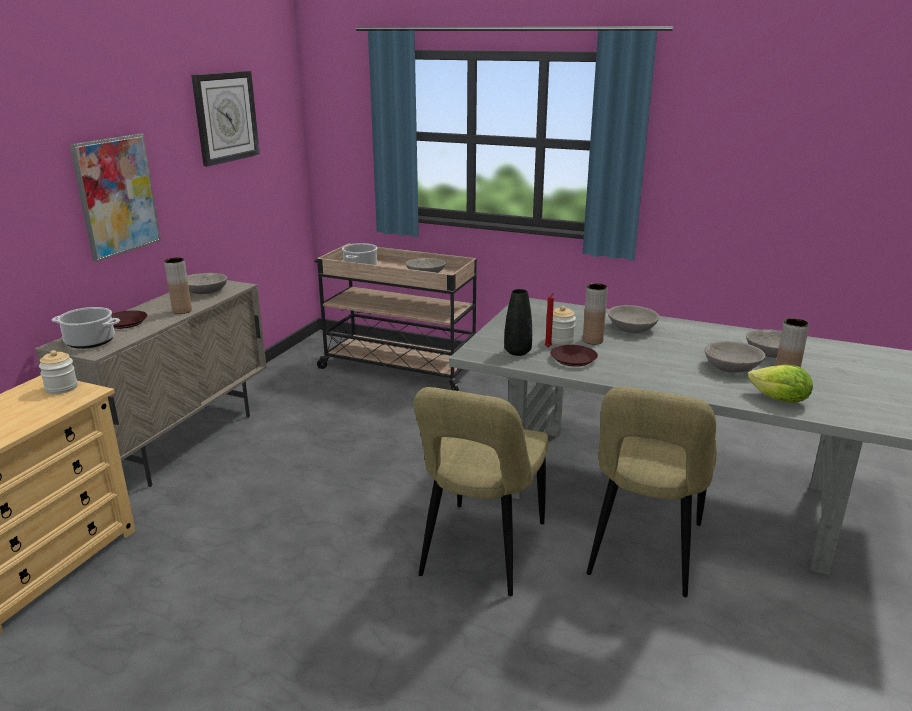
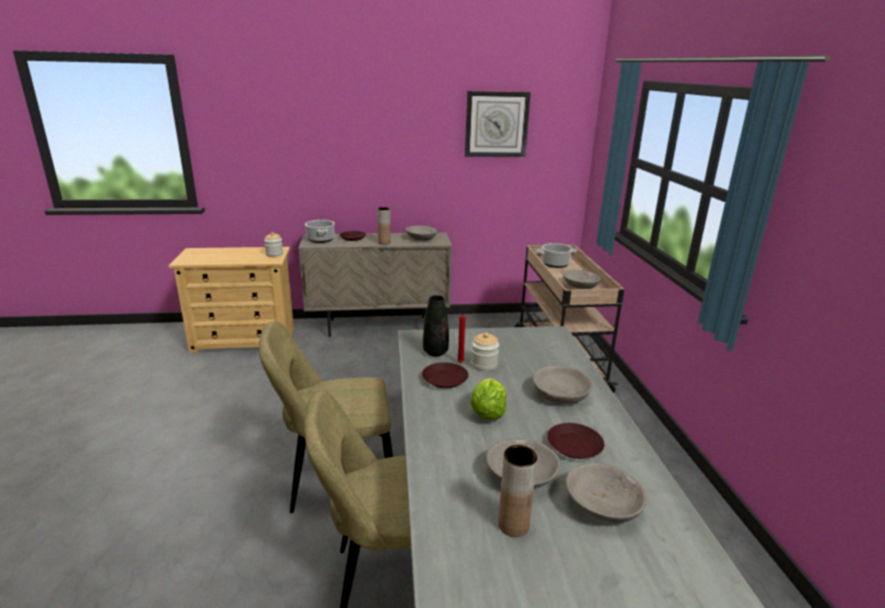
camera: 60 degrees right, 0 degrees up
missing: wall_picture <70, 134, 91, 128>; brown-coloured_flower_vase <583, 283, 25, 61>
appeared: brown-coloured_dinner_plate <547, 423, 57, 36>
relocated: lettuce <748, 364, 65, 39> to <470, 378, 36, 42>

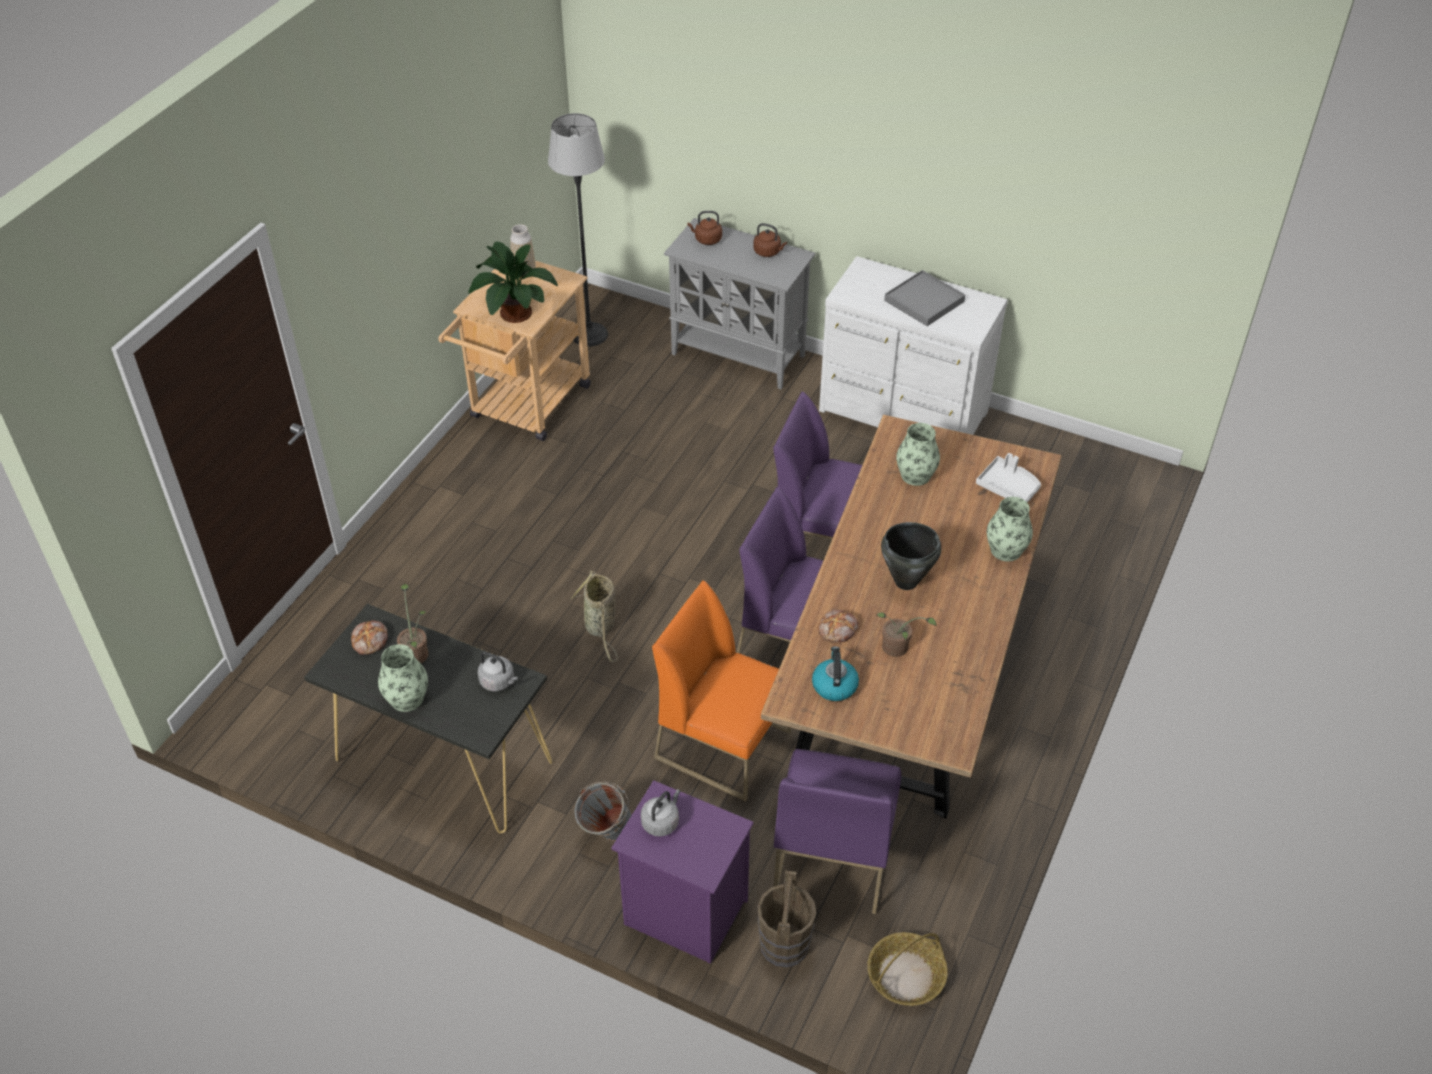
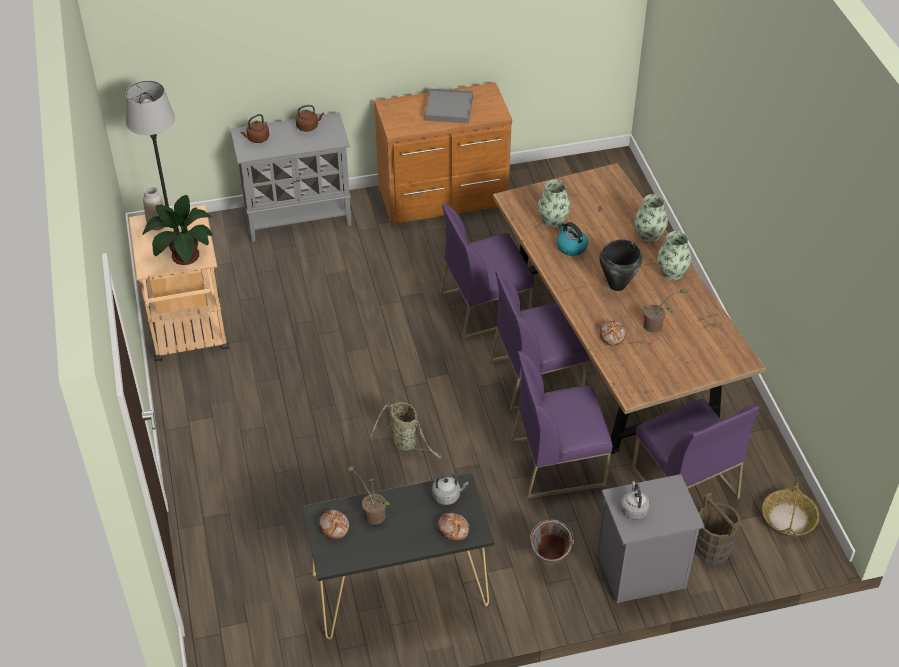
camera: 40 degrees left, 0 degrees up
missing: whitish_carrying_tray <976, 453, 65, 50>
appeared: baked_bread <437, 513, 32, 28>
relocated: water_kettle <812, 646, 47, 55> to <557, 222, 31, 34>; flower_vase <378, 644, 50, 68> to <657, 231, 34, 49>
colour: whitish_dresser <819, 256, 189, 179> to brown-coloured_dresser <374, 82, 138, 144>; orange-coloured_plain_chair <652, 580, 140, 221> to purple-coloured_plain_chair <511, 351, 101, 148>; purple-coloured_bedside_table <611, 780, 143, 184> to gray_bedside_table <596, 474, 109, 129>

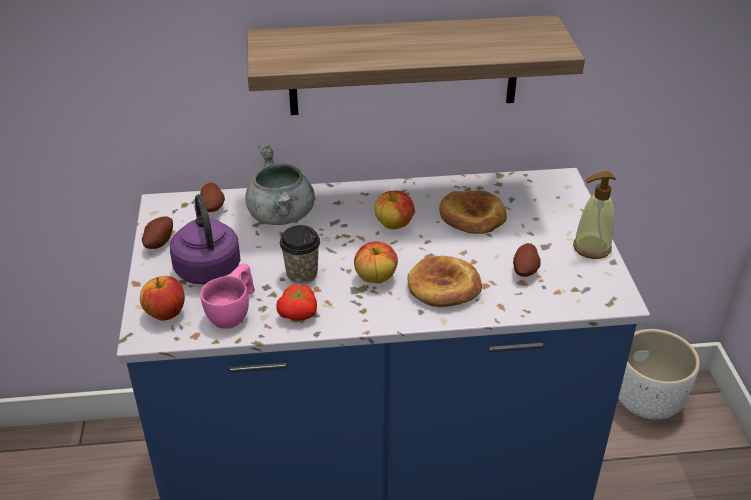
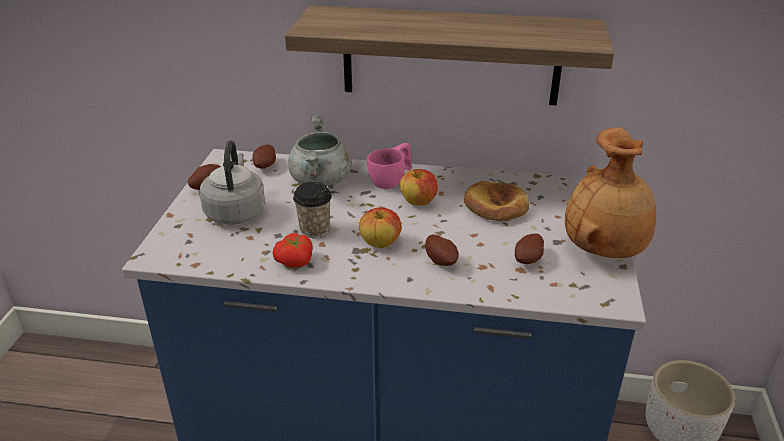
camera: 15 degrees right, 5 degrees down
missing: whole_apple <140, 276, 45, 45>
relocated: pinkish_cup <200, 264, 55, 65> to <367, 143, 45, 46>
exchanged: baked_bread <408, 256, 74, 51> to whole_potato <425, 234, 34, 32>; liquid_soap_bottle <573, 171, 43, 88> to brown-coloured_flower_vase <565, 127, 91, 131>
colour: purple-coloured_water_kettle <170, 194, 70, 90> to gray_water_kettle <200, 140, 65, 84>

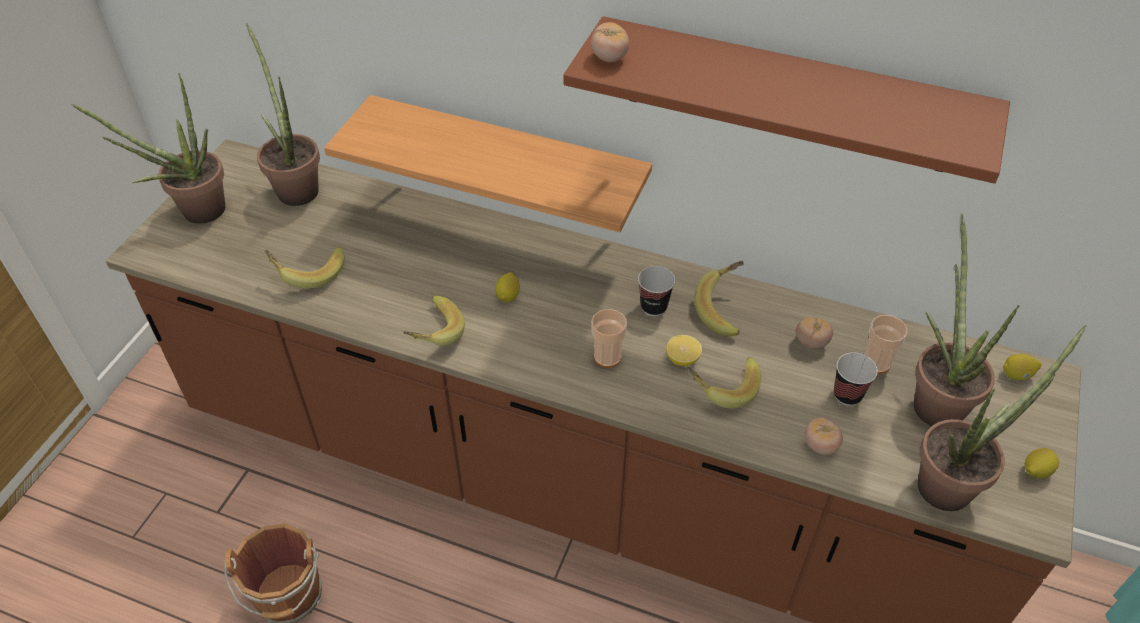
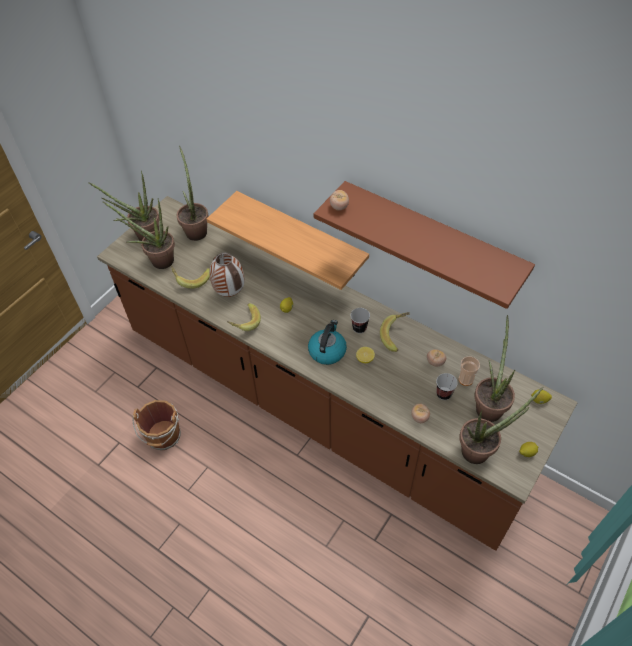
camera: 15 degrees right, 5 degrees up
missing: banana_fruit <687, 357, 74, 52>
appeared: plant_in_a_pot <102, 199, 73, 70>; flower_vase <209, 252, 36, 45>
exchanged: cup <591, 309, 36, 59> to water_kettle <308, 320, 39, 45>

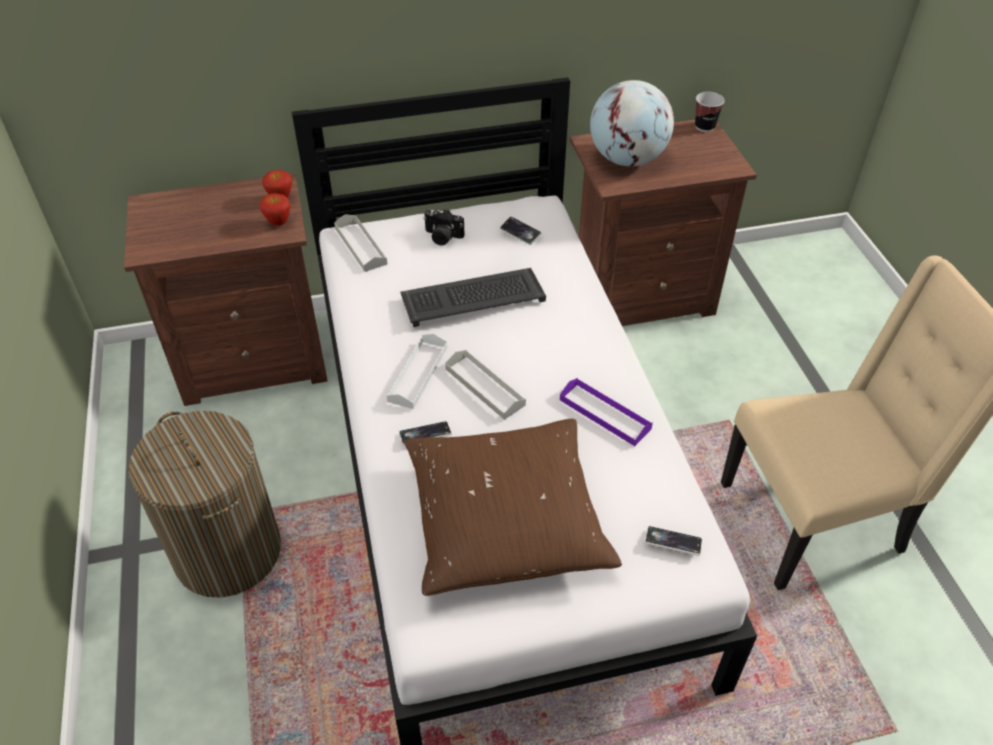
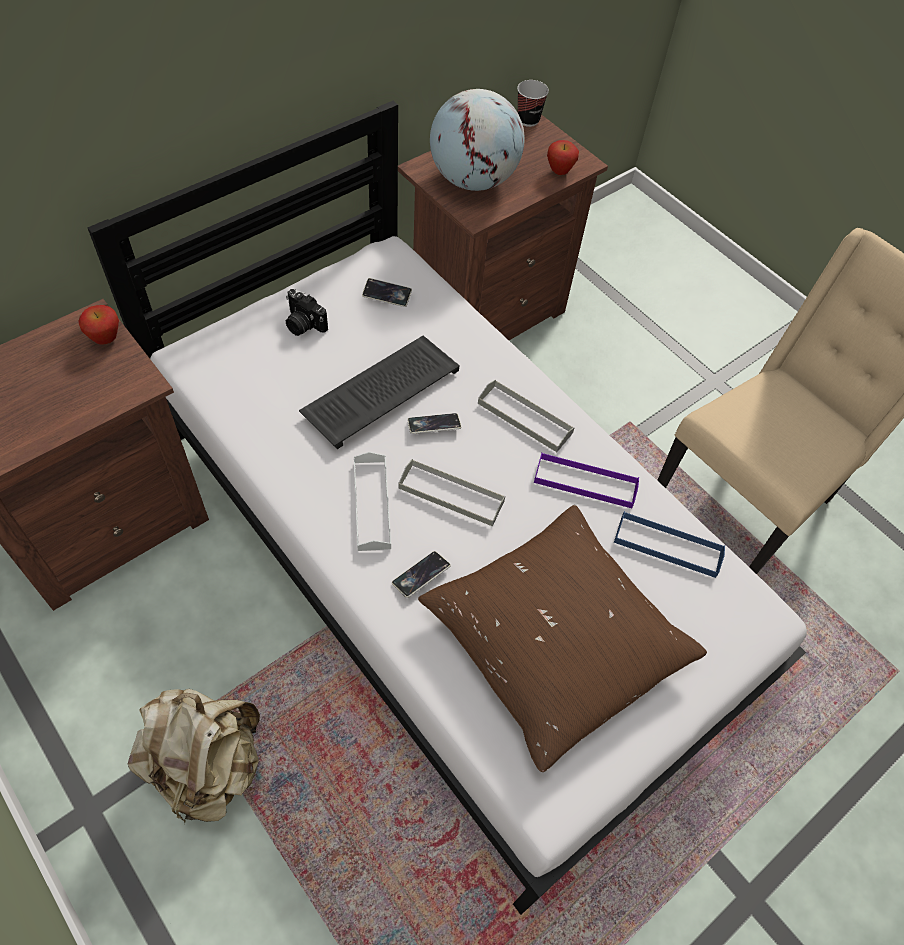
camera: 30 degrees left, 10 degrees up
appeared: bluish_carrying_tray <614, 511, 111, 67>
relocated: handset <645, 526, 57, 30> to <407, 413, 55, 21>; gray_carrying_tray <334, 214, 53, 58> to <478, 379, 97, 73>; whole_apple <260, 193, 30, 33> to <547, 140, 32, 35>
exchanged: hamper <128, 411, 153, 187> to sand-coloured_rucksack <128, 689, 132, 135>
spun: photo_camera <423, 209, 42, 36> = <286, 289, 42, 47> 45 degrees clockwise

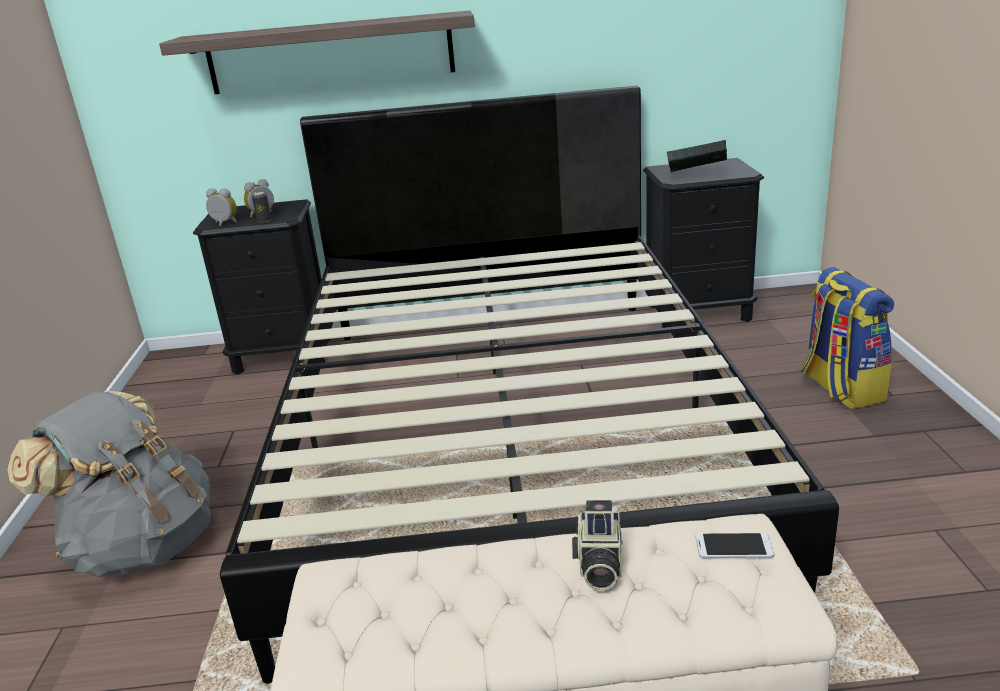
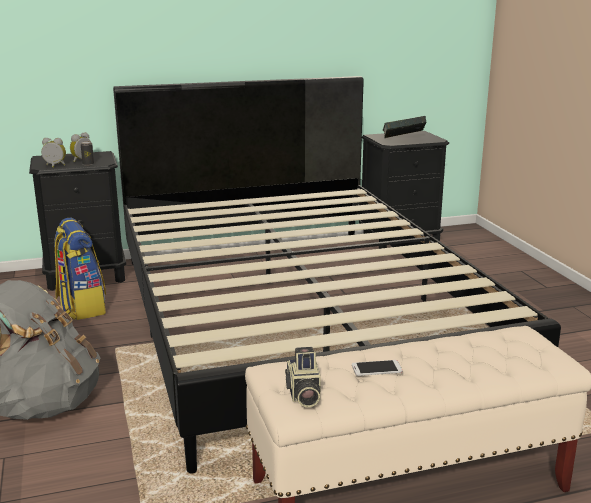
camera: 15 degrees left, 5 degrees down
missing: bracket_shelf <159, 10, 316, 84>
relocated: rucksack <801, 267, 93, 142> to <54, 218, 52, 102>; photo_camera <572, 500, 51, 91> to <285, 347, 36, 60>; handset <696, 533, 78, 25> to <352, 360, 51, 16>

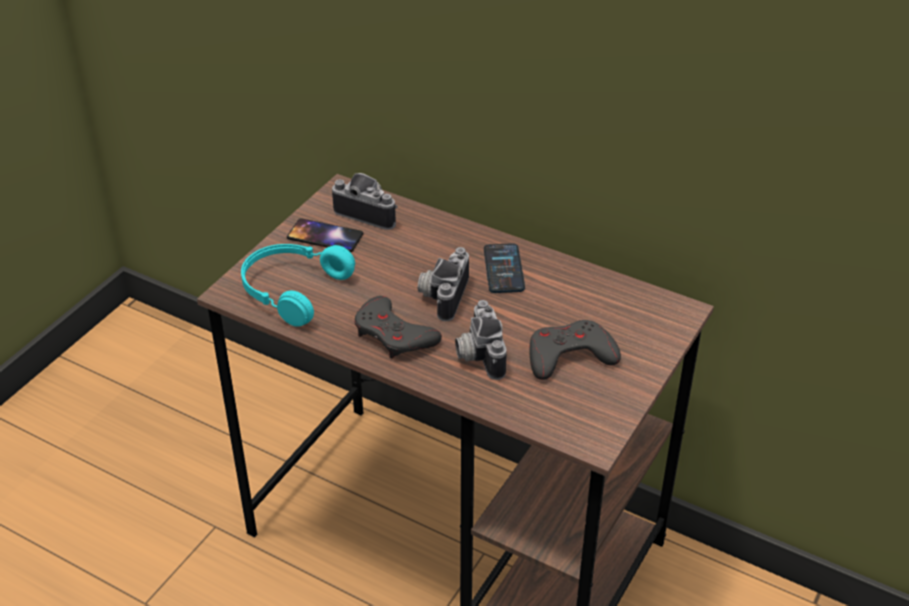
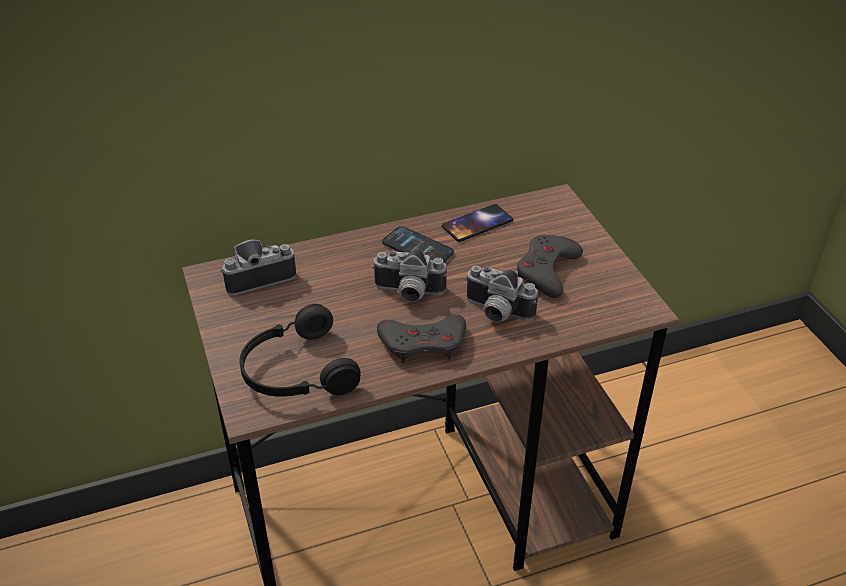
camera: 50 degrees left, 0 degrees up
relocated: handset <287, 218, 77, 34> to <442, 204, 71, 38>
colour: turquoise_pair_of_headphones <241, 244, 114, 83> to black-coloured_pair_of_headphones <239, 304, 122, 93>
spun: photo_camera <418, 247, 51, 74> = <372, 249, 75, 53> 45 degrees counterclockwise

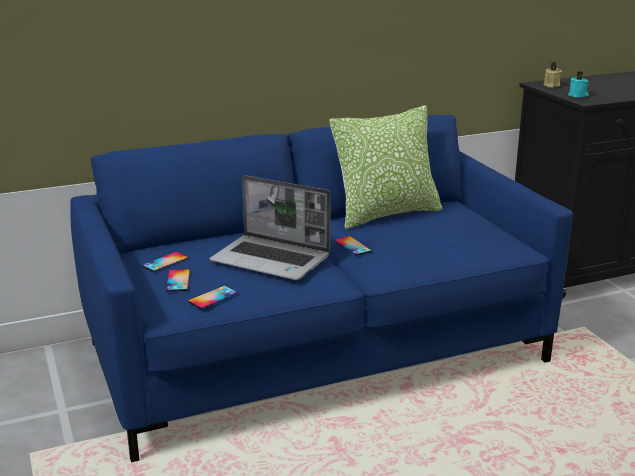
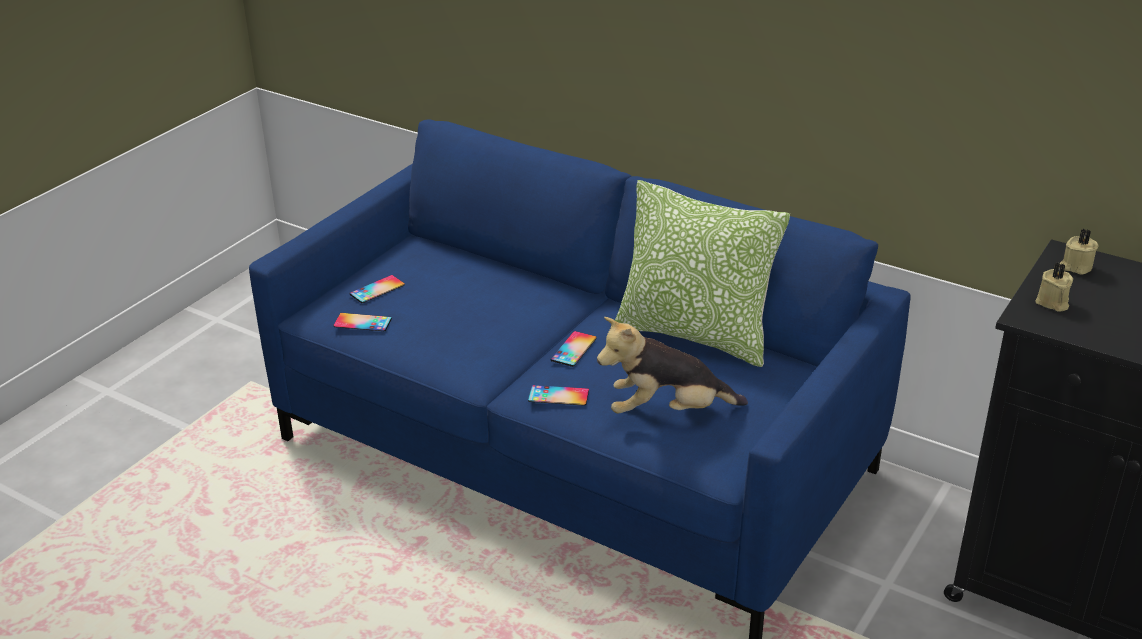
camera: 55 degrees right, 10 degrees up
missing: portable_computer <209, 175, 122, 105>
appeared: soft_toy <597, 317, 151, 97>
relocated: handset <142, 252, 46, 20> to <528, 385, 61, 21>
colour: turquoise_wax_candle <568, 71, 21, 27> to sand-coloured_wax_candle <1035, 263, 38, 49>

